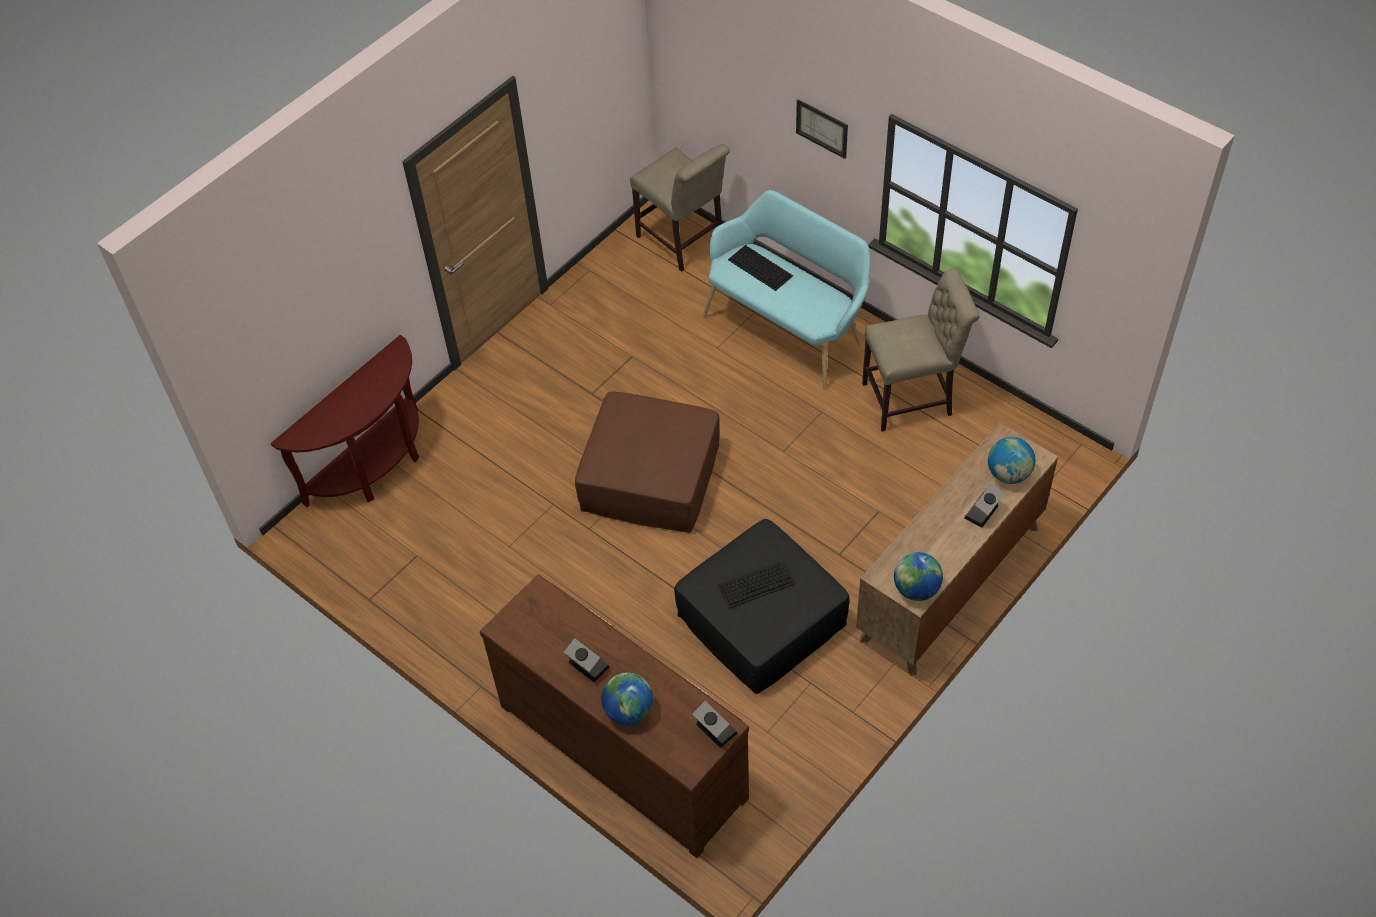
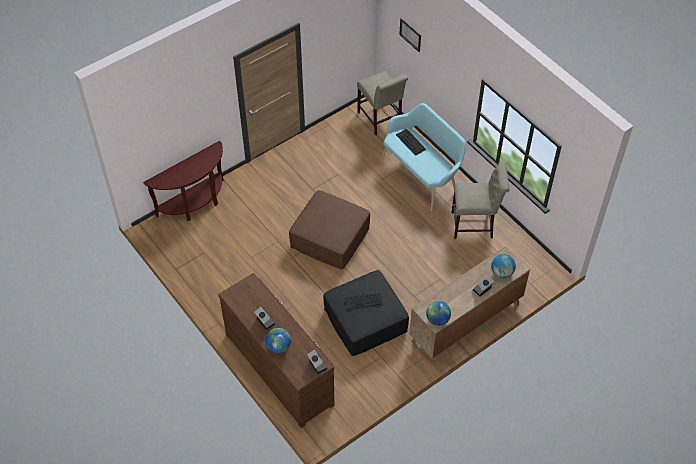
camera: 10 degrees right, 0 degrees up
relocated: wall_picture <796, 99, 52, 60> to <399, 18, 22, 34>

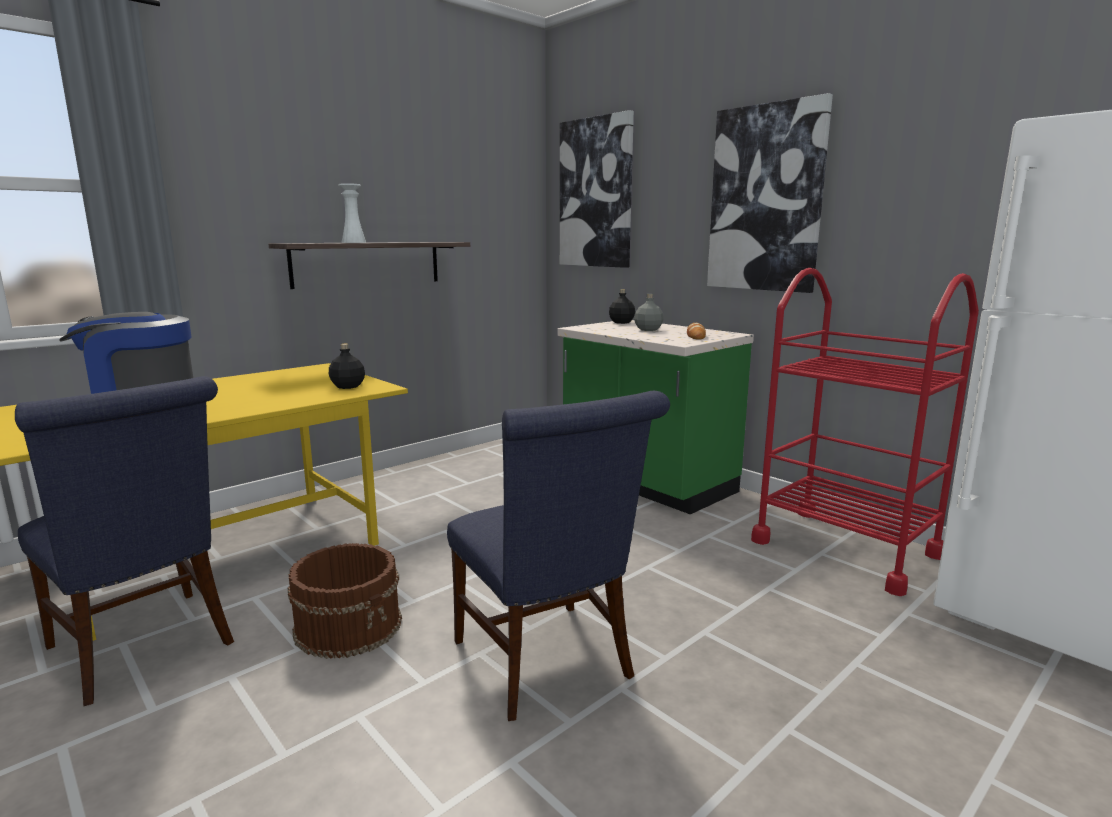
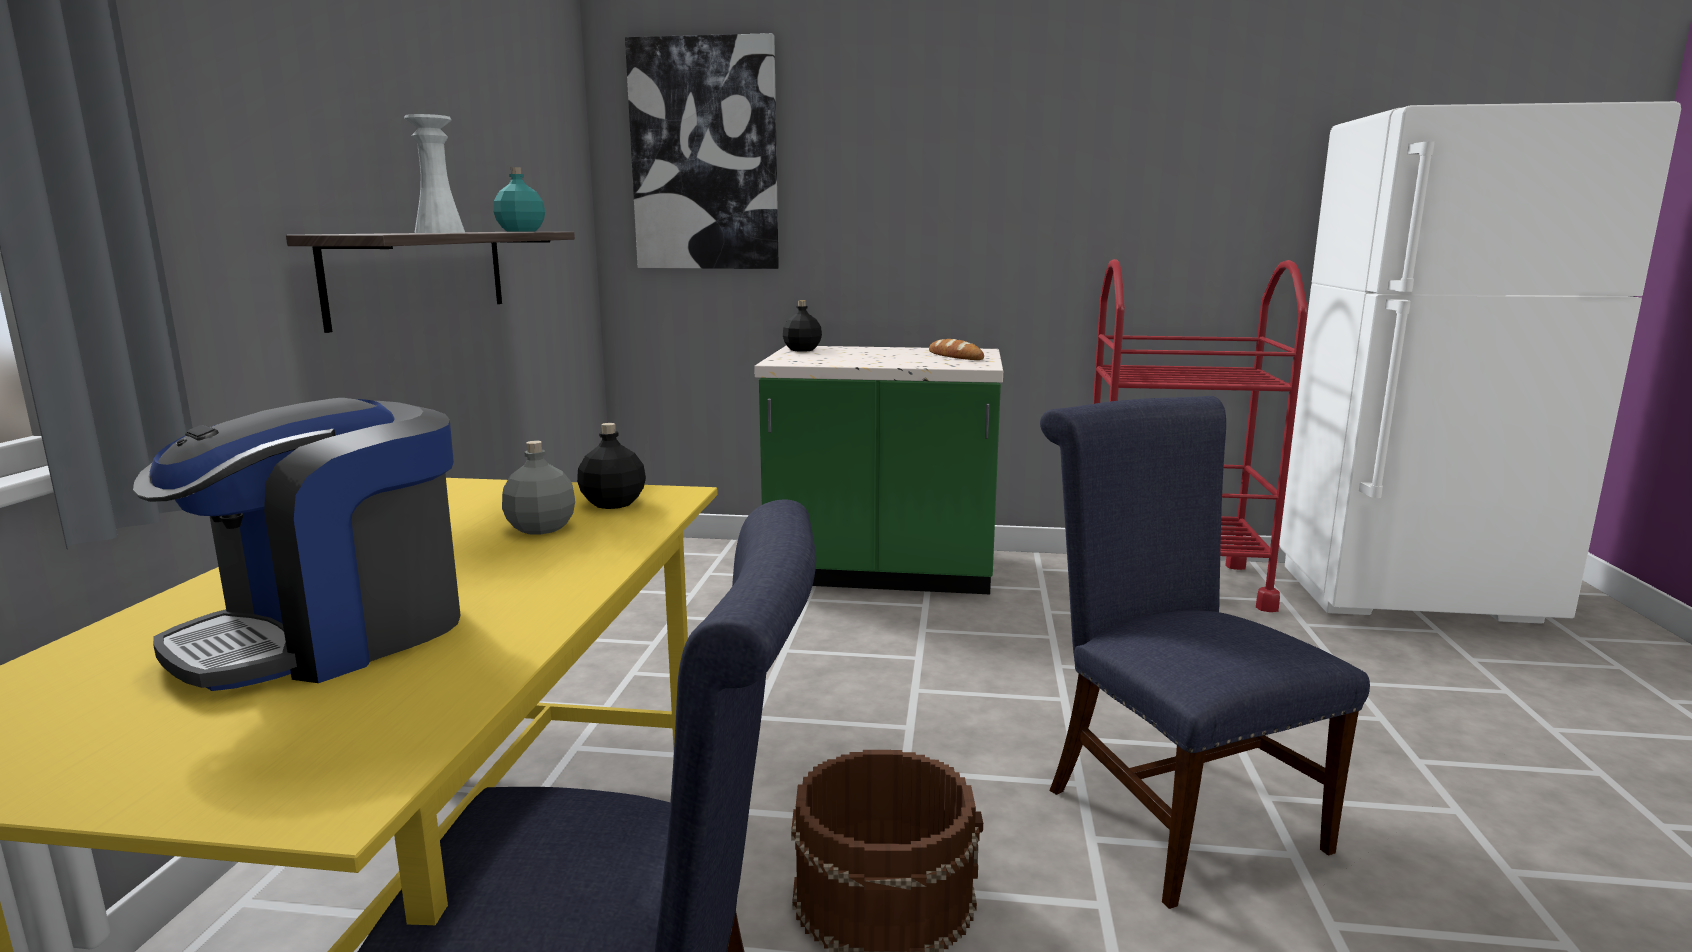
camera: 40 degrees left, 0 degrees up
missing: wall_picture <707, 93, 126, 200>
appeared: turquoise_bottle <493, 167, 52, 65>
relocated: gray_bottle <634, 294, 30, 37> to <502, 441, 73, 93>
spun: bluish_plain_chair <447, 391, 223, 330> = <1040, 396, 330, 513> 135 degrees counterclockwise

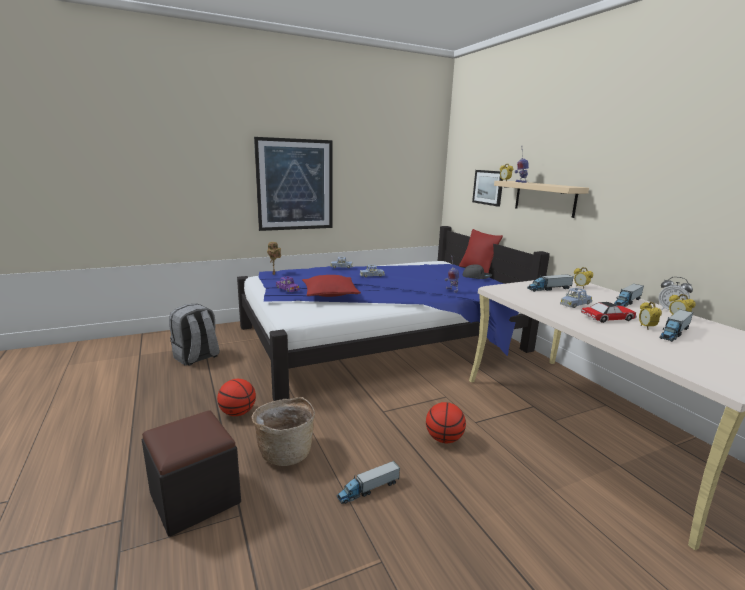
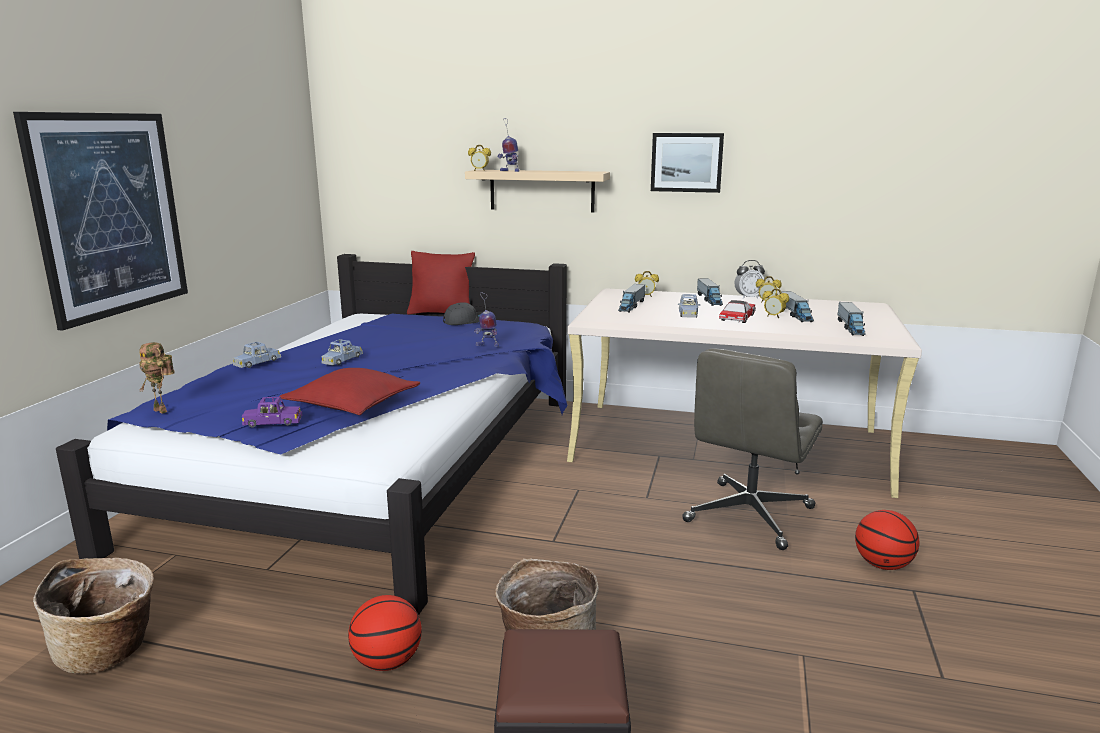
camera: 50 degrees left, 0 degrees up
appeared: gray_office_chair <682, 348, 141, 202>
relocated: wall_picture <472, 170, 31, 37> to <651, 133, 73, 60>; toy_lorry <336, 461, 64, 43> to <838, 302, 28, 34>; ball_for_basketball <426, 402, 40, 41> to <855, 510, 64, 60>
exchanged: gray_rucksack <169, 304, 51, 62> to storage_basket <33, 558, 121, 116>

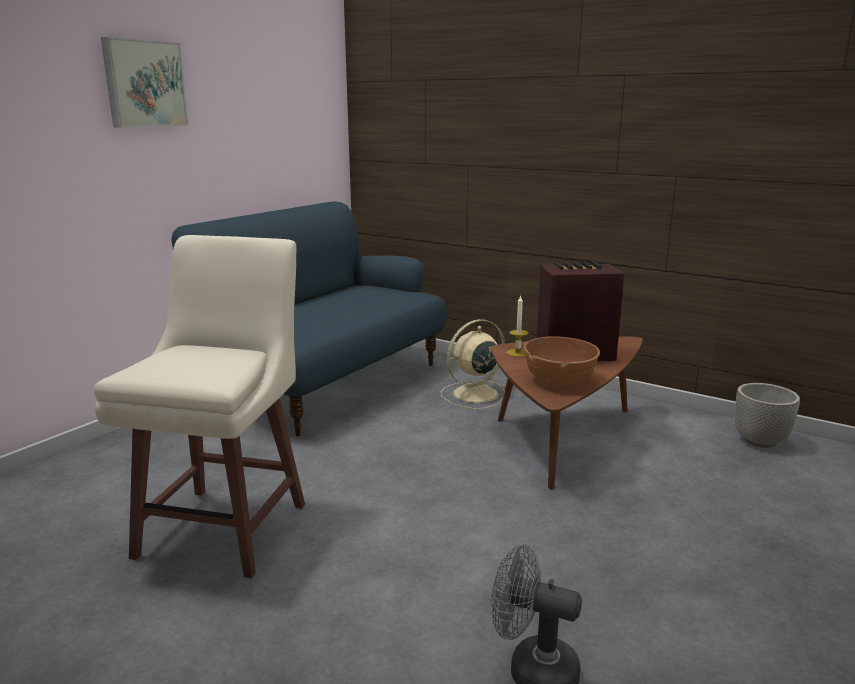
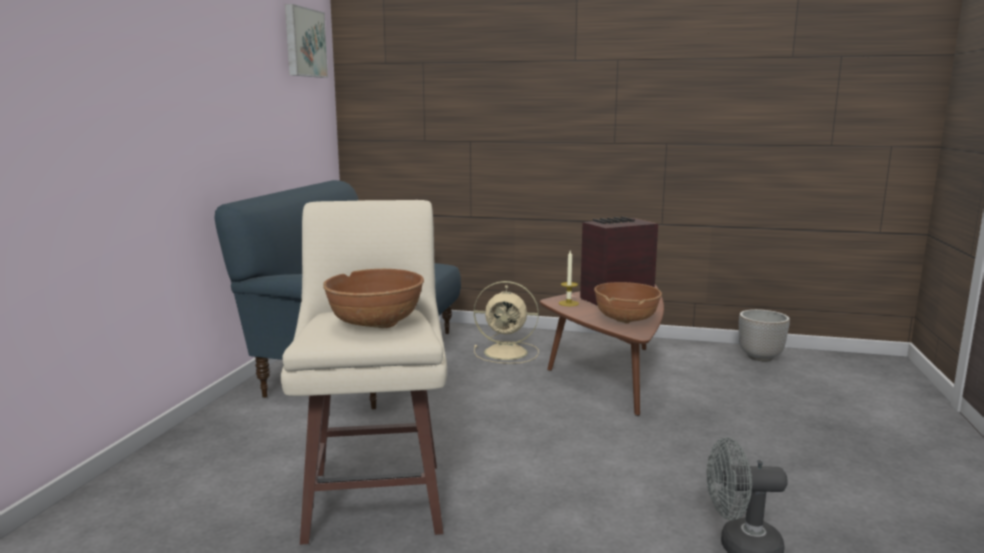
camera: 20 degrees left, 5 degrees down
appeared: brown-coloured_deep_dish <323, 269, 101, 59>
relocated: wall_picture <101, 37, 88, 91> to <285, 4, 43, 74>
spun: sand-coloured_fan <441, 319, 65, 90> = <474, 281, 65, 83> 120 degrees counterclockwise

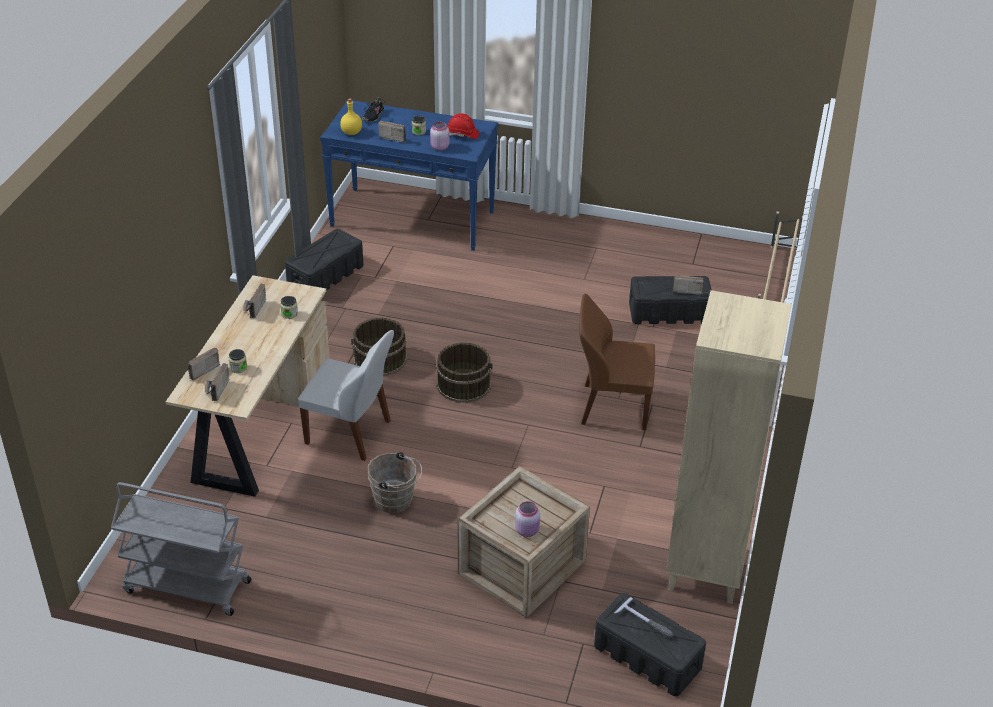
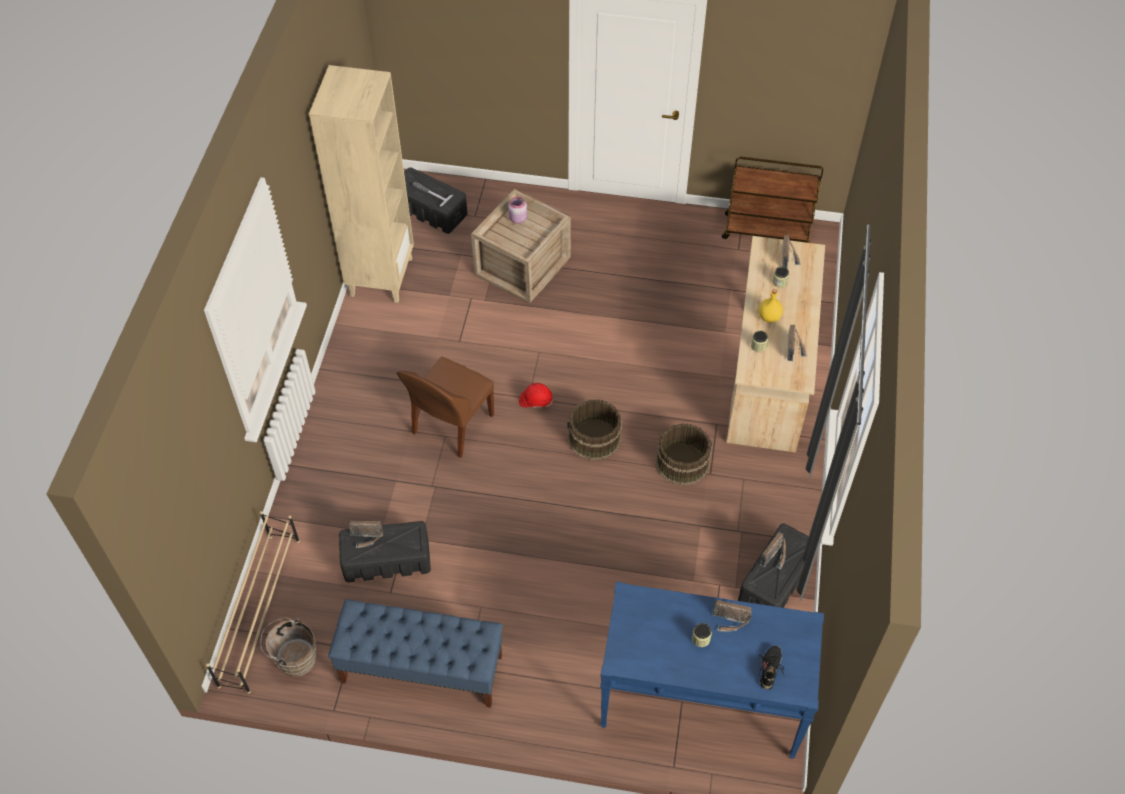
camera: 175 degrees right, 15 degrees up
missing: whitish_plain_chair <298, 330, 96, 131>; pinkish_jar <430, 122, 19, 28>
appeared: bluish_long_seat <328, 599, 175, 108>
relocated: brown-coloured_water_bucket <368, 452, 54, 61> to <260, 617, 56, 60>; red-coloured_hard_hat <447, 113, 32, 26> to <519, 383, 34, 25>; yellow-coloured_bottle <340, 98, 22, 37> to <759, 289, 24, 34>; radio <186, 347, 35, 33> to <760, 532, 26, 37>
colour: gray_cart <111, 482, 140, 134> to brown-coloured_cart <722, 157, 101, 86>
spun: brown-coloured_plain_chair <579, 294, 76, 136> = <397, 356, 97, 102> 120 degrees clockwise

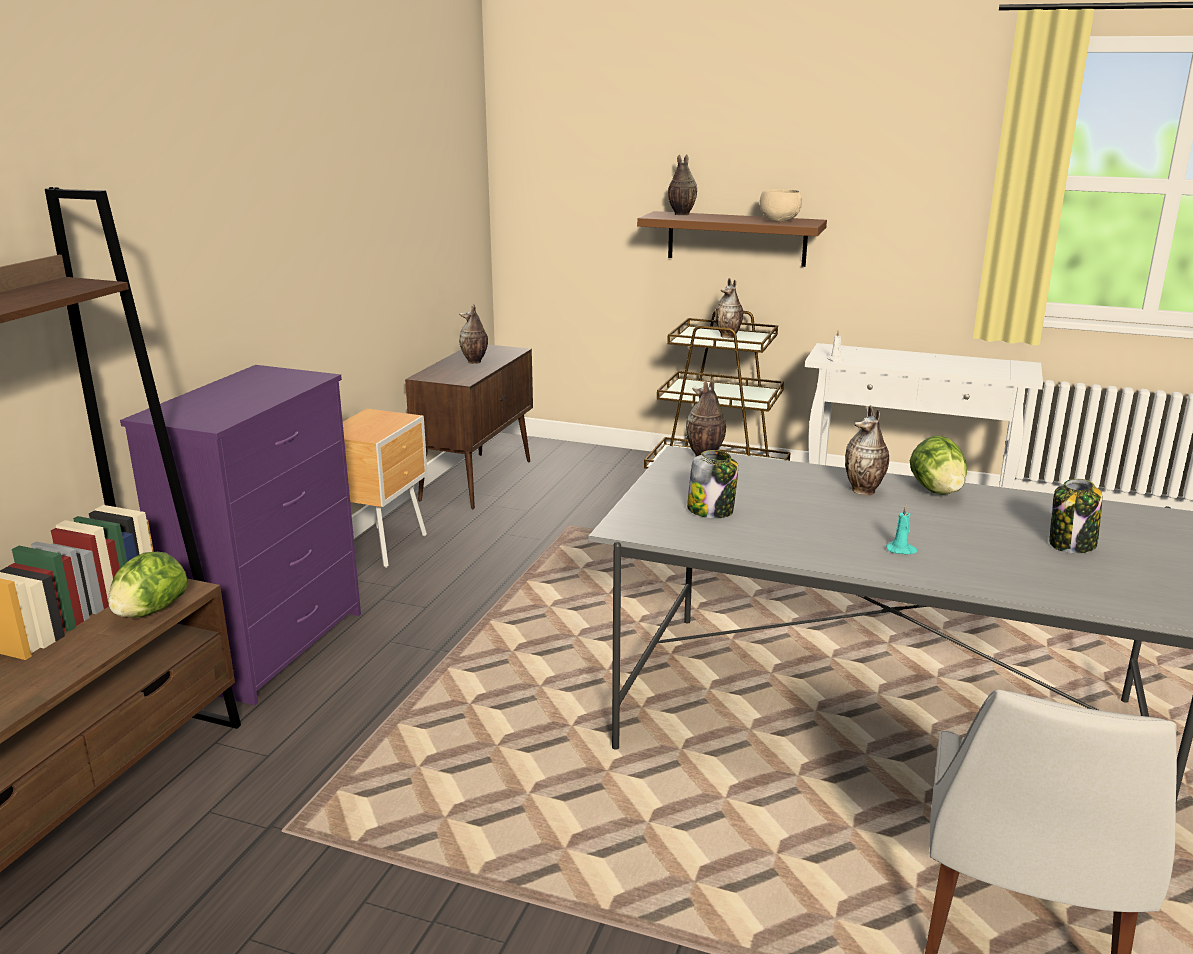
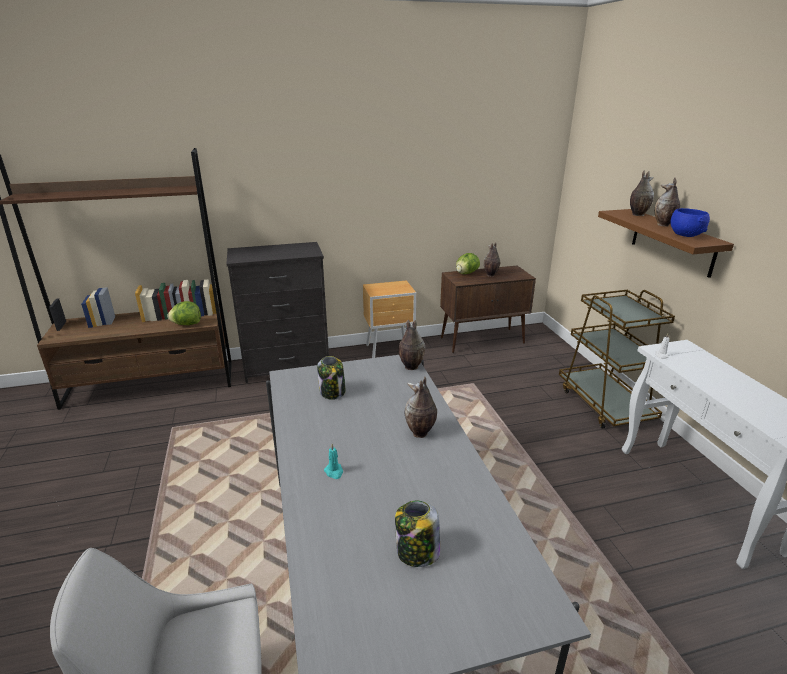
camera: 55 degrees right, 5 degrees up
relocated: lettuce <910, 436, 57, 59> to <456, 253, 24, 21>; flower_vase <715, 278, 28, 60> to <654, 177, 26, 50>
colour: purple-coloured_dresser <120, 365, 241, 340> to black-coloured_dresser <226, 242, 103, 141>; sand-coloured_deep_dish <759, 189, 43, 32> to bluish_deep_dish <671, 208, 39, 29>

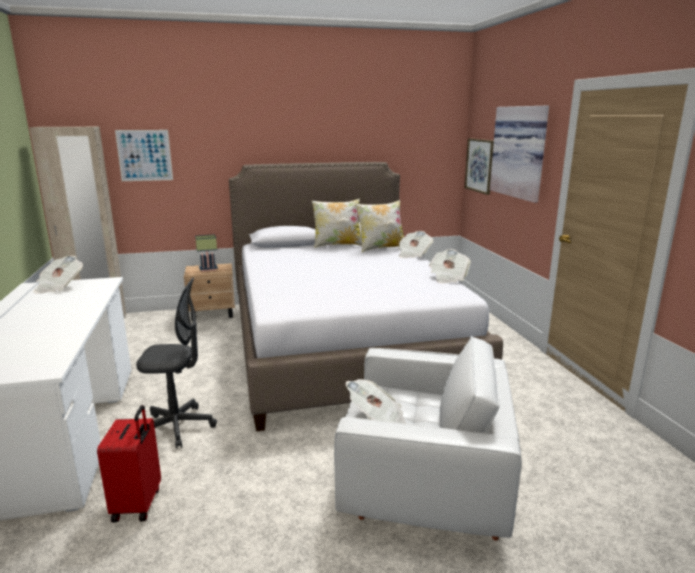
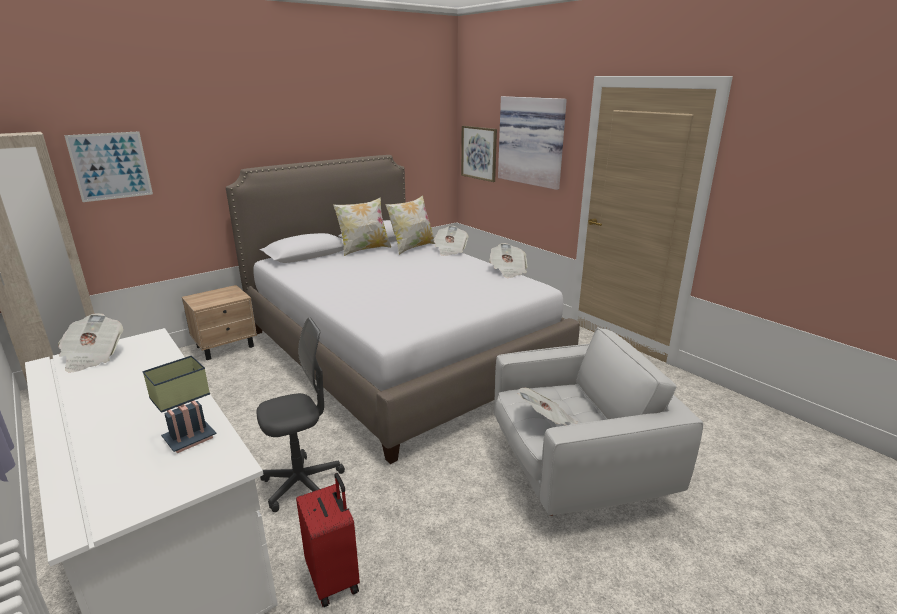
camera: 25 degrees left, 5 degrees up
relocated: tabletop_lamp <195, 234, 23, 38> to <142, 355, 75, 98>

